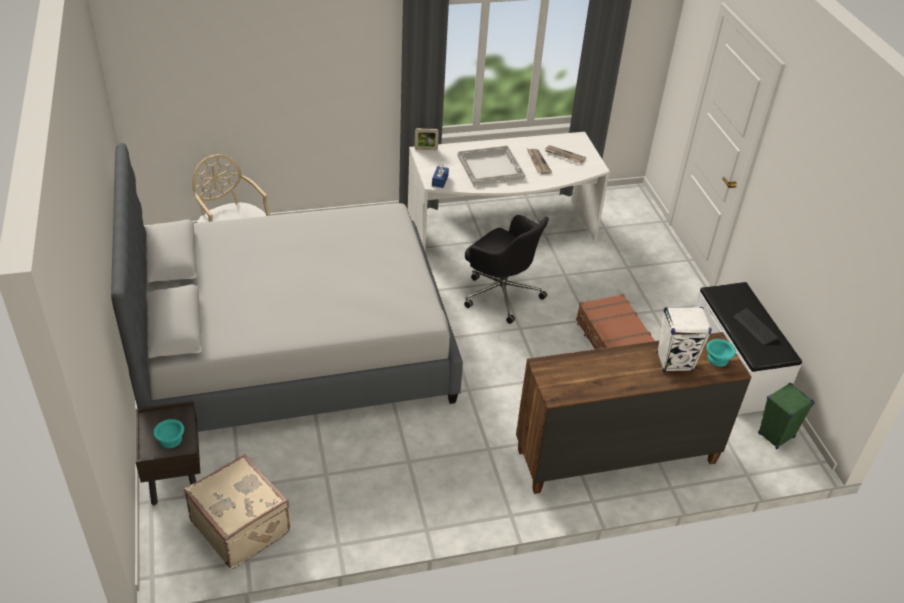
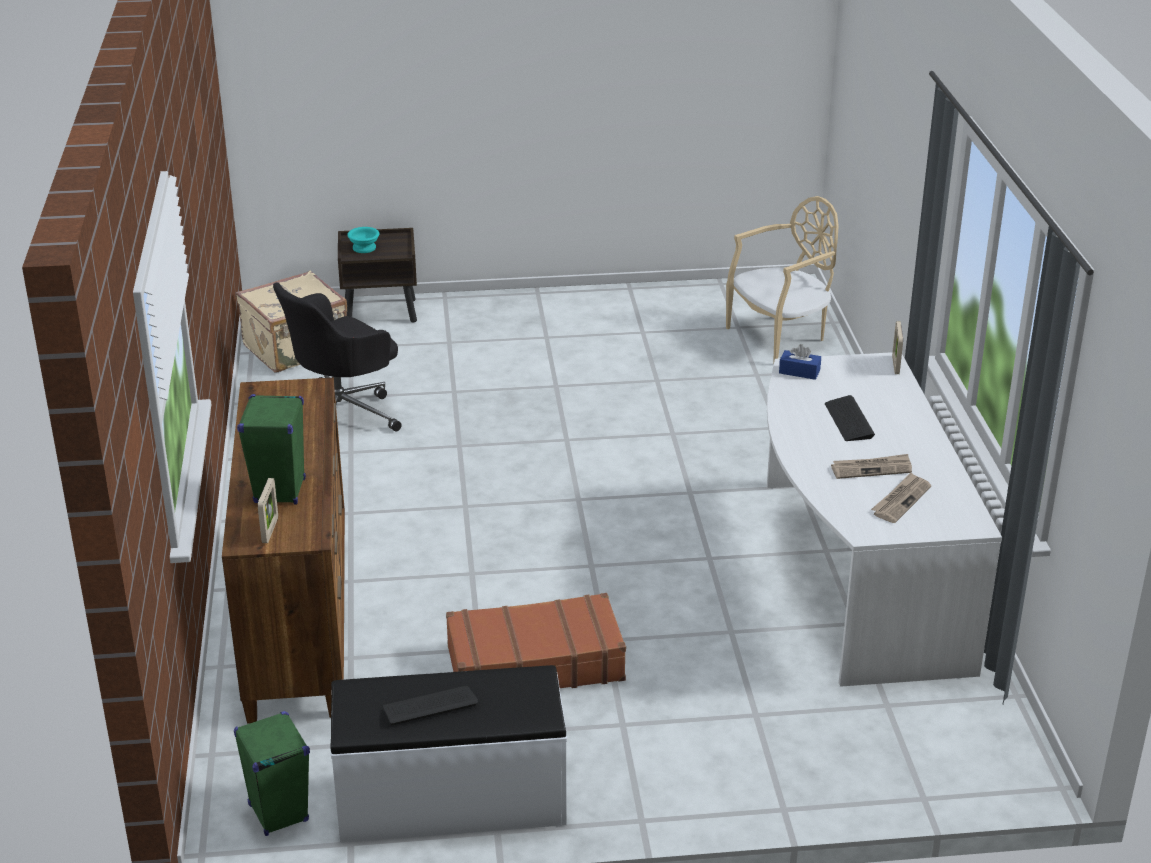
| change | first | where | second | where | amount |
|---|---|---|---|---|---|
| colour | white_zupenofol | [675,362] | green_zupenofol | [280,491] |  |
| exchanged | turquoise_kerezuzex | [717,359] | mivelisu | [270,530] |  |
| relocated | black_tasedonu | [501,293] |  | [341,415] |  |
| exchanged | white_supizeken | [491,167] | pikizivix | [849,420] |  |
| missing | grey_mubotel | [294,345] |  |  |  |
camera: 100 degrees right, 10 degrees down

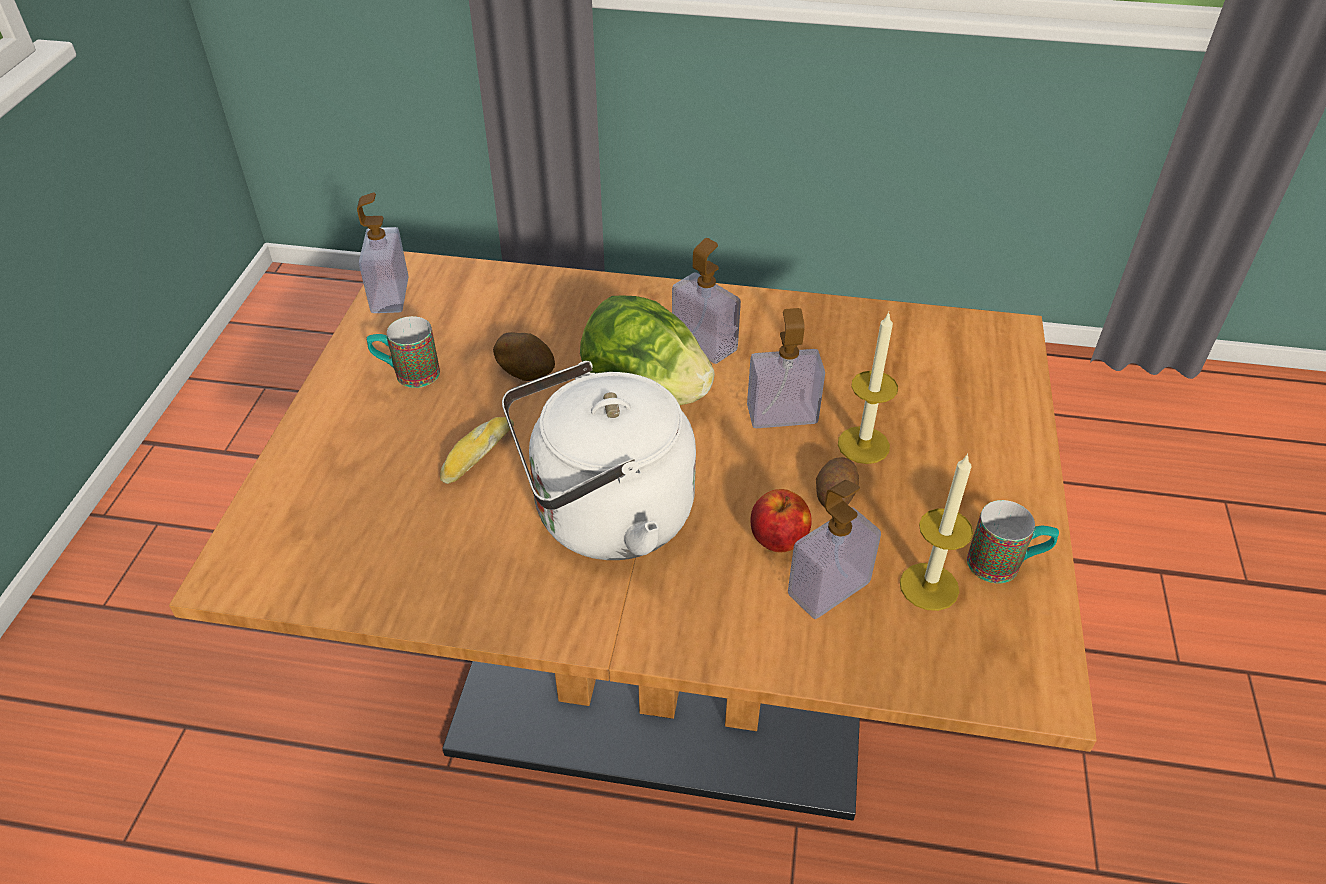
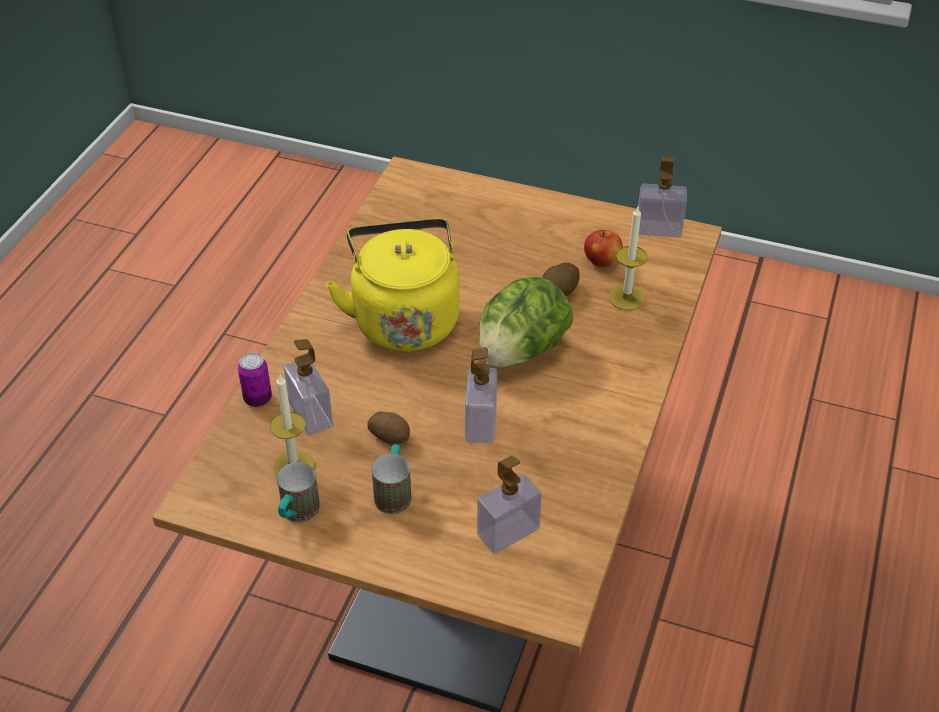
| change | first | where | second | where | amount |
|---|---|---|---|---|---|
| appeared |  |  | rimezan | [258,399] |  |
| colour | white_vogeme | [604,518] | yellow_vogeme | [404,318] |  |
| relocated | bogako | [407,374] |  | [394,492] |  |
| relocated | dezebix | [704,343] |  | [508,532] |  |
| relocated | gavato | [778,540] |  | [602,261] |  |
| relocated | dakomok | [863,445] |  | [626,298] |  |
| missing | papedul | [476,455] |  |  |  |
camera: 100 degrees right, 0 degrees up

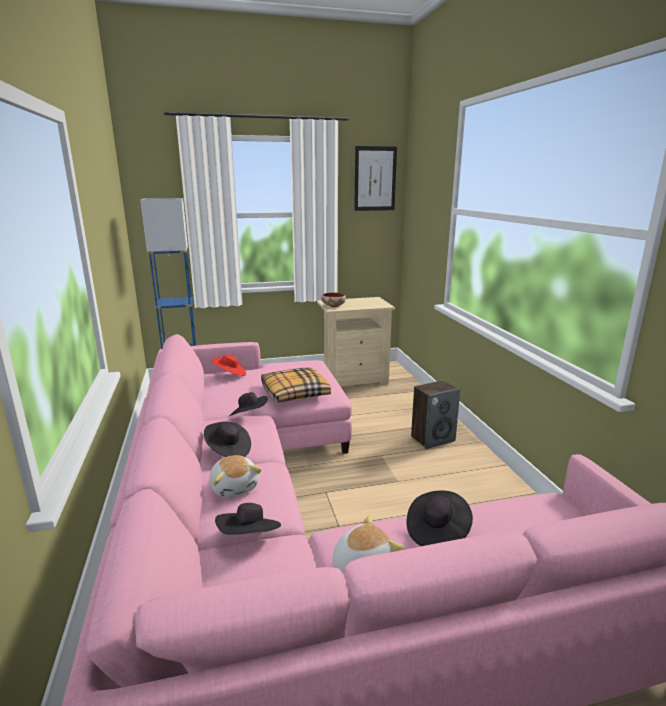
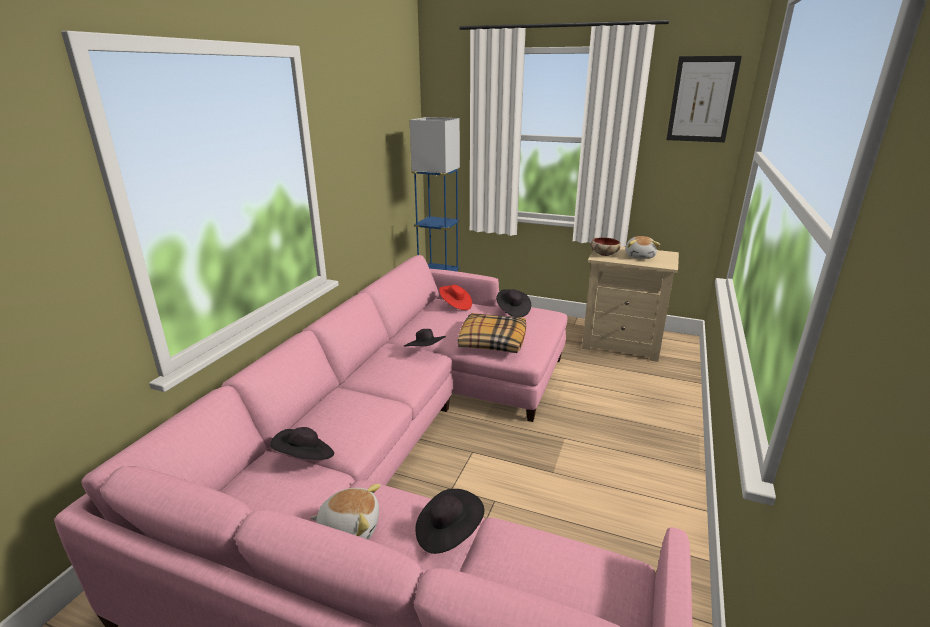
| change | first | where | second | where | amount |
|---|---|---|---|---|---|
| relocated | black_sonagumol | [228,450] |  | [512,310] |  |
| relocated | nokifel | [235,486] |  | [640,256] |  |
| missing | zupenofol | [433,439] |  |  |  |
camera: 35 degrees right, 5 degrees up

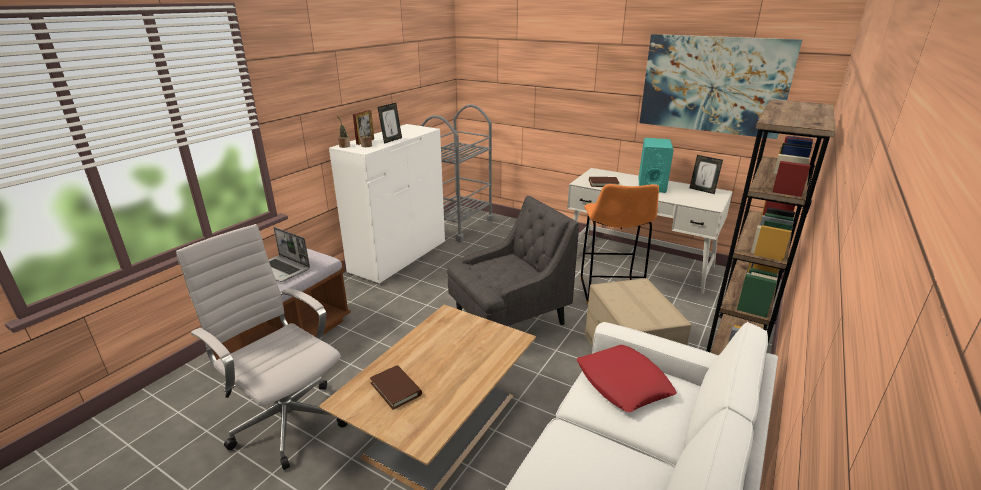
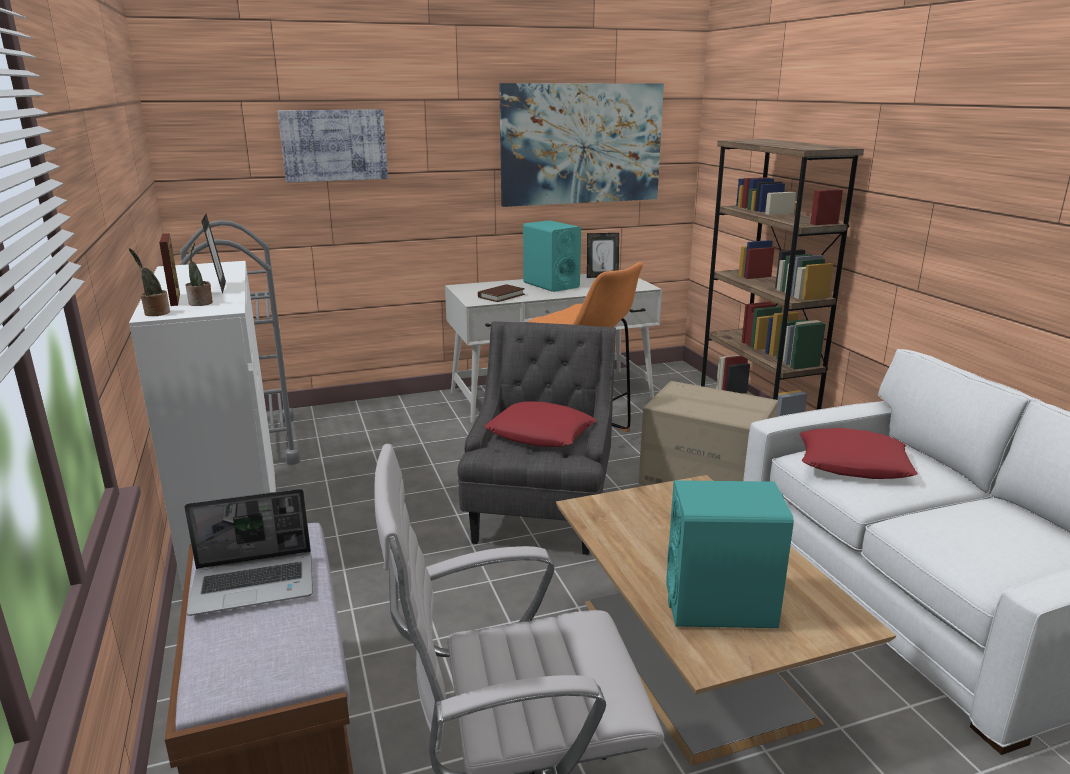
| change | first | where | second | where | amount |
|---|---|---|---|---|---|
| appeared |  |  | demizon | [334,145] |  |
| appeared |  |  | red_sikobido | [540,433] |  |
| exchanged | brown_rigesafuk | [396,389] | turquoise_zupenofol | [720,606] |  |
camera: 50 degrees left, 5 degrees down

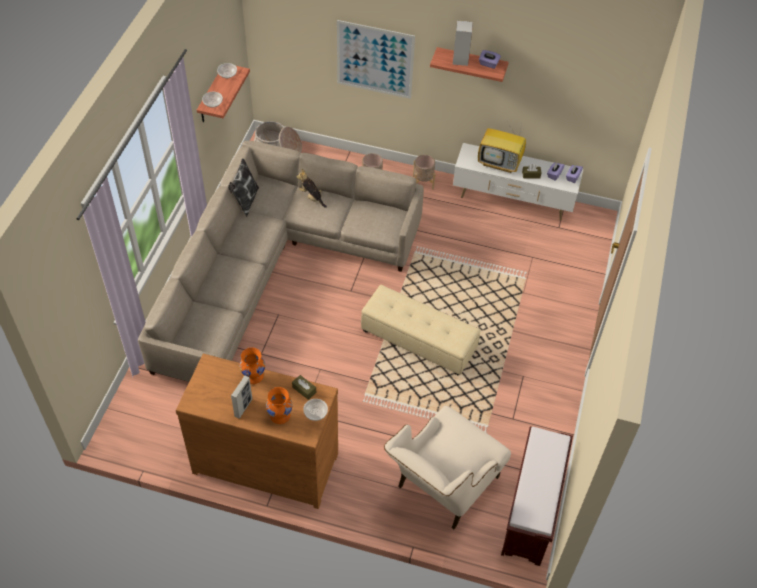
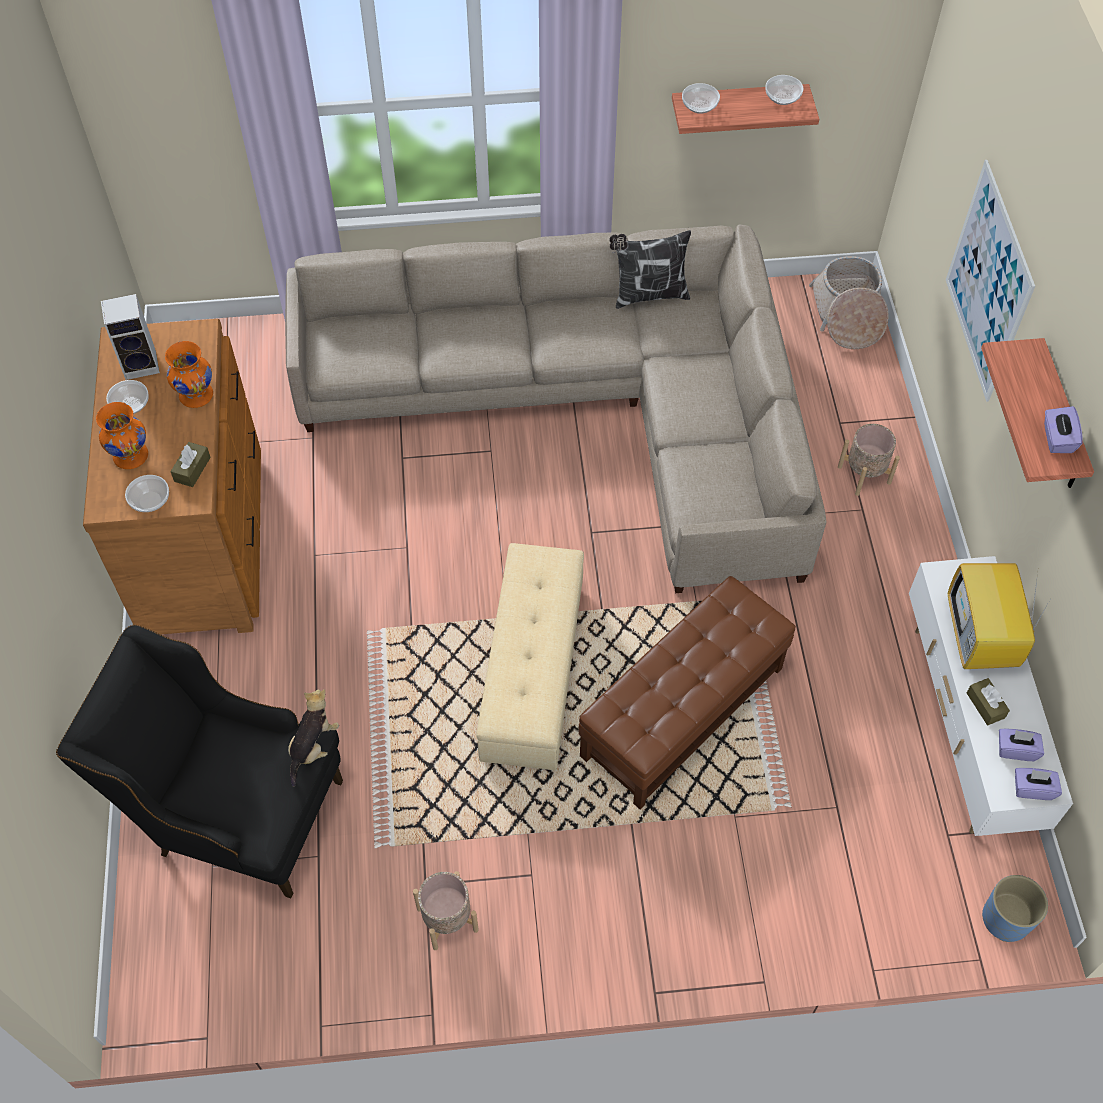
| change | first | where | second | where | amount |
|---|---|---|---|---|---|
| colour | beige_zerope | [442,489] | black_zerope | [234,811] |  |
| relocated | zupenofol | [460,59] |  | [142,364] |  |
| exchanged | mivelisu | [243,407] | kerezuzex | [131,404] |  |
| relocated | nokifel | [312,197] |  | [313,746] |  |
| relocated | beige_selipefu | [423,182] |  | [447,919] |  |
| appeared |  |  | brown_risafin | [683,712] |  |
| appeared |  |  | blue_selipefu | [1005,919] |  |
| missing | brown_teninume | [531,513] |  |  |  |
camera: 70 degrees right, 5 degrees up

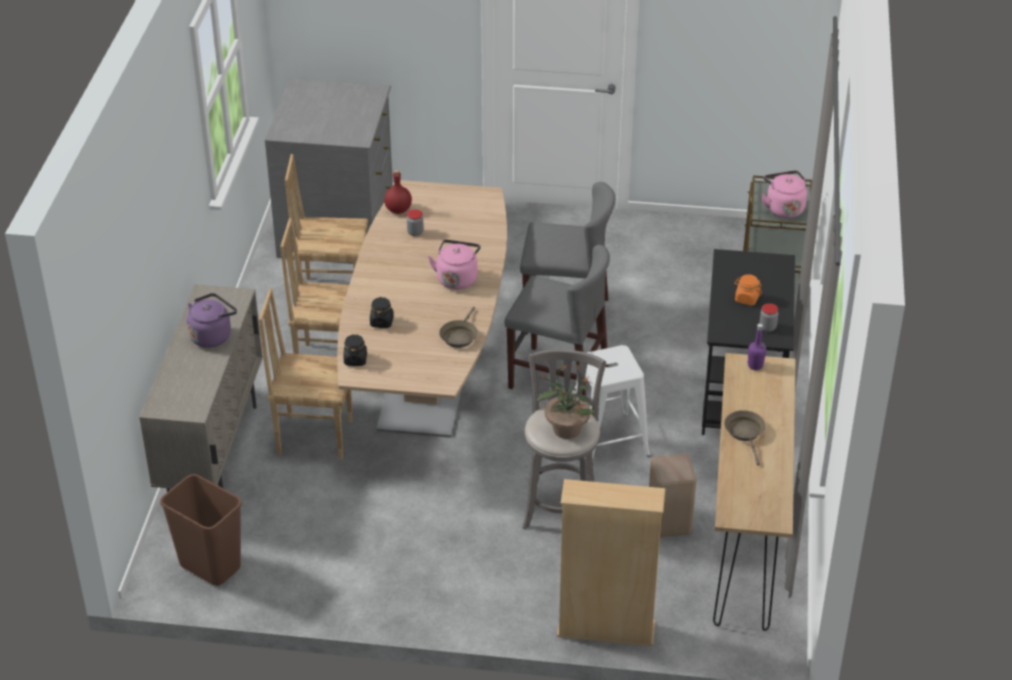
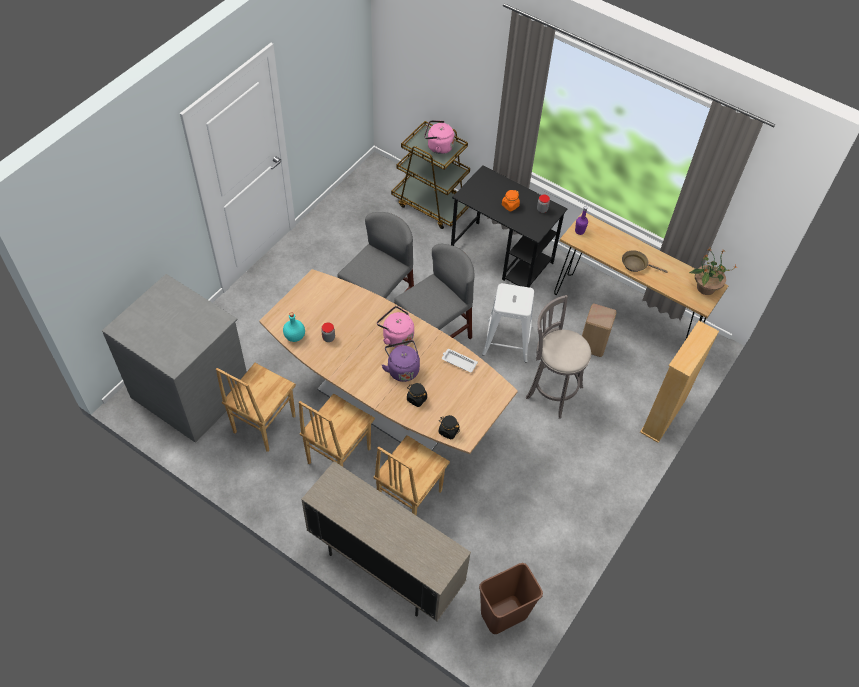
| change | first | where | second | where | amount |
|---|---|---|---|---|---|
| colour | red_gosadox | [398,209] | turquoise_gosadox | [294,336] |  |
| relocated | purple_vogeme | [212,335] |  | [402,369] |  |
| exchanged | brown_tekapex | [459,336] | white_supizeken | [458,361] |  |
| relocated | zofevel | [566,429] |  | [705,287] |  |
camera: 65 degrees left, 15 degrees up

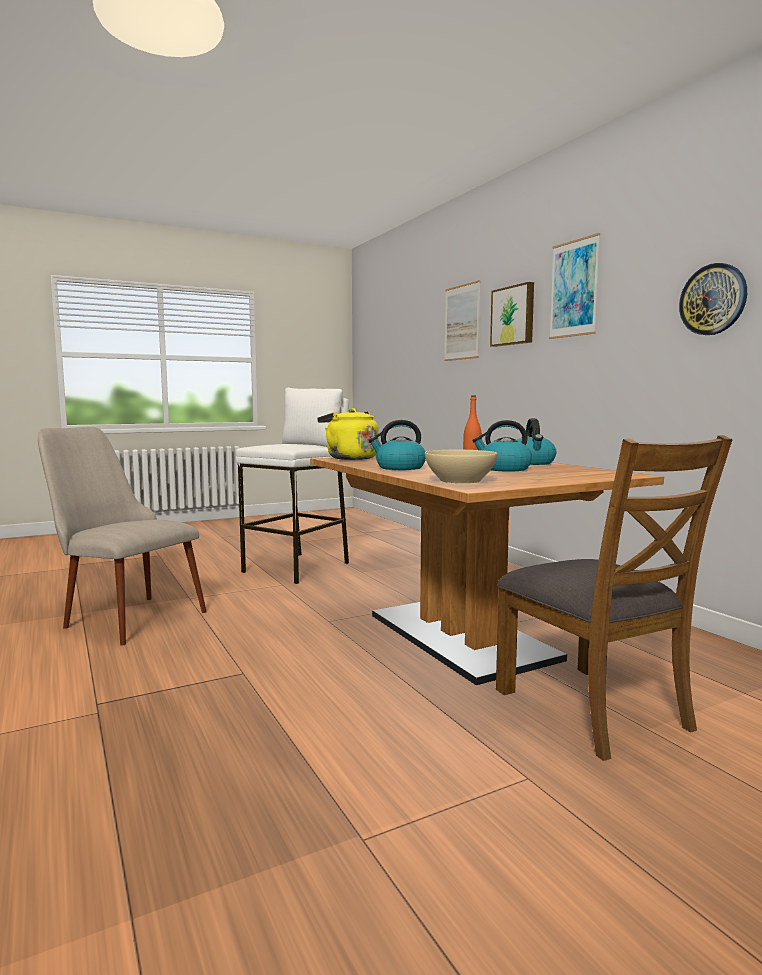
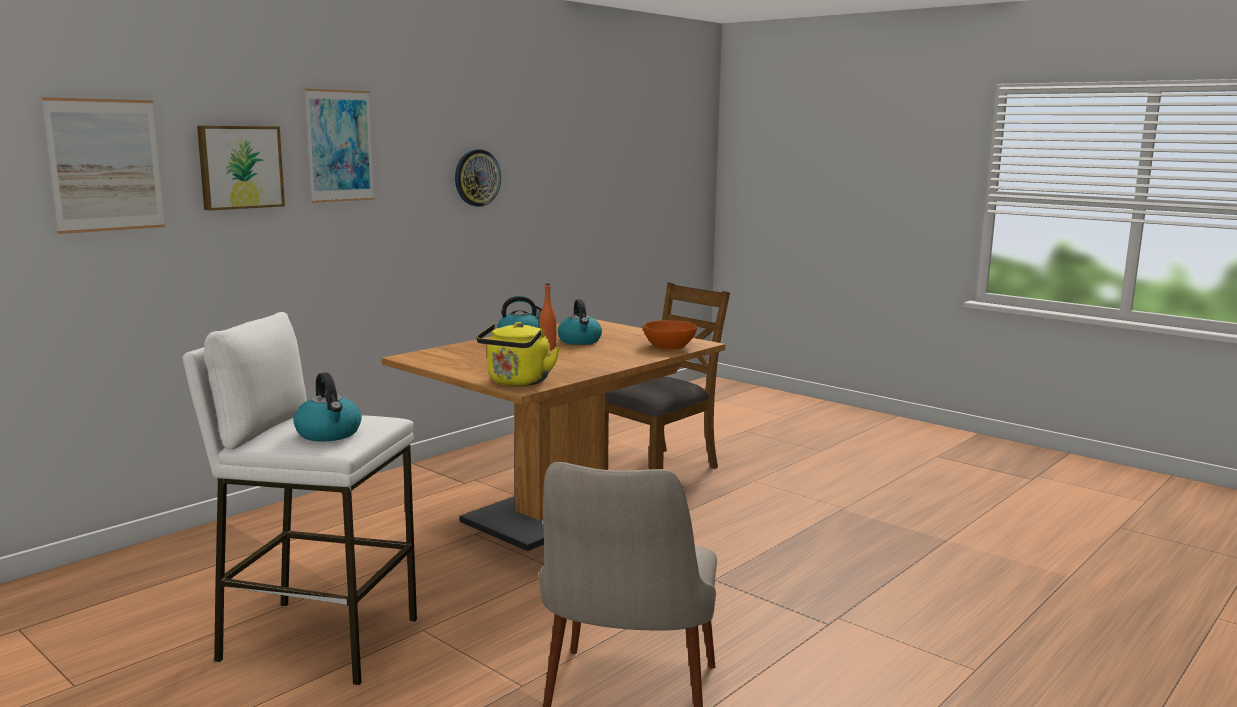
| change | first | where | second | where | amount |
|---|---|---|---|---|---|
| relocated | vogeme | [399,468] |  | [329,434] |  |
| colour | beige_kerezuzex | [459,480] | orange_kerezuzex | [669,346] |  |
camera: 110 degrees left, 5 degrees up

